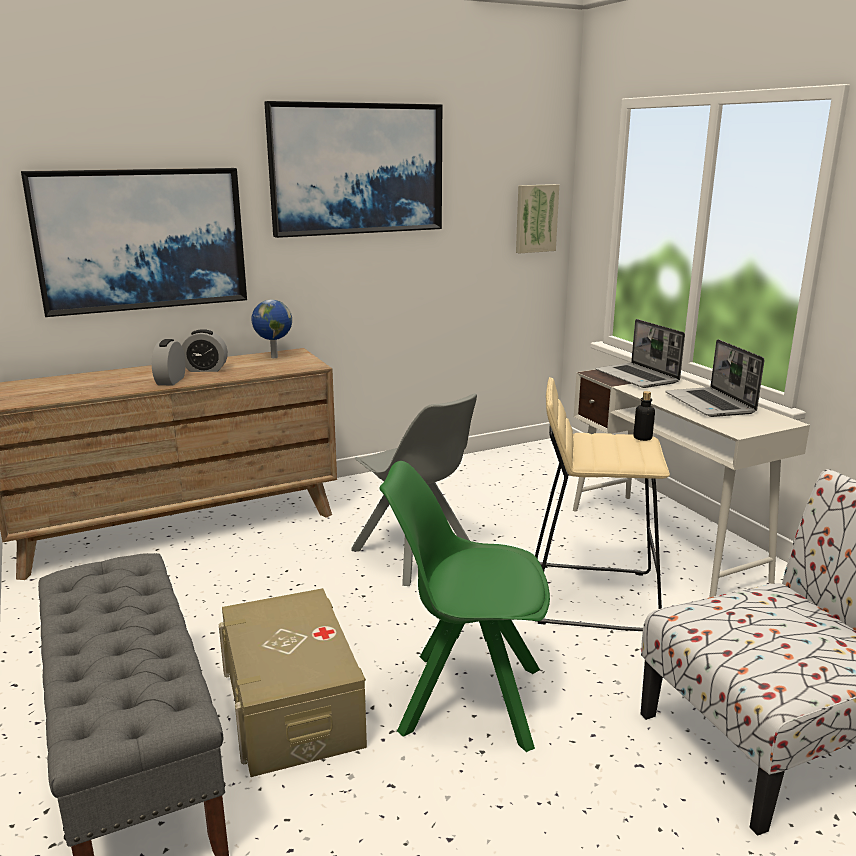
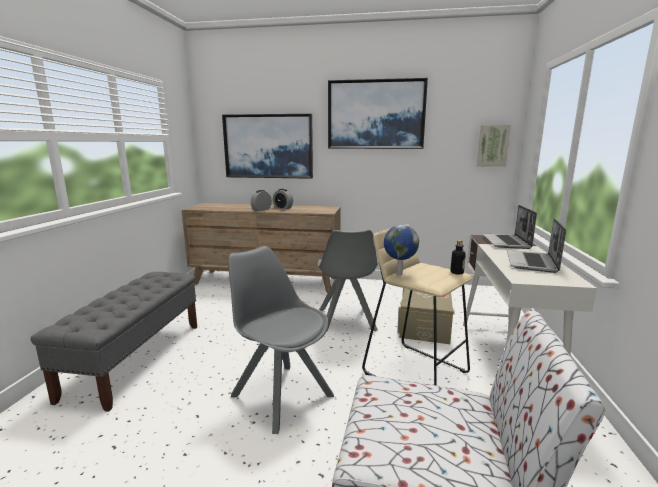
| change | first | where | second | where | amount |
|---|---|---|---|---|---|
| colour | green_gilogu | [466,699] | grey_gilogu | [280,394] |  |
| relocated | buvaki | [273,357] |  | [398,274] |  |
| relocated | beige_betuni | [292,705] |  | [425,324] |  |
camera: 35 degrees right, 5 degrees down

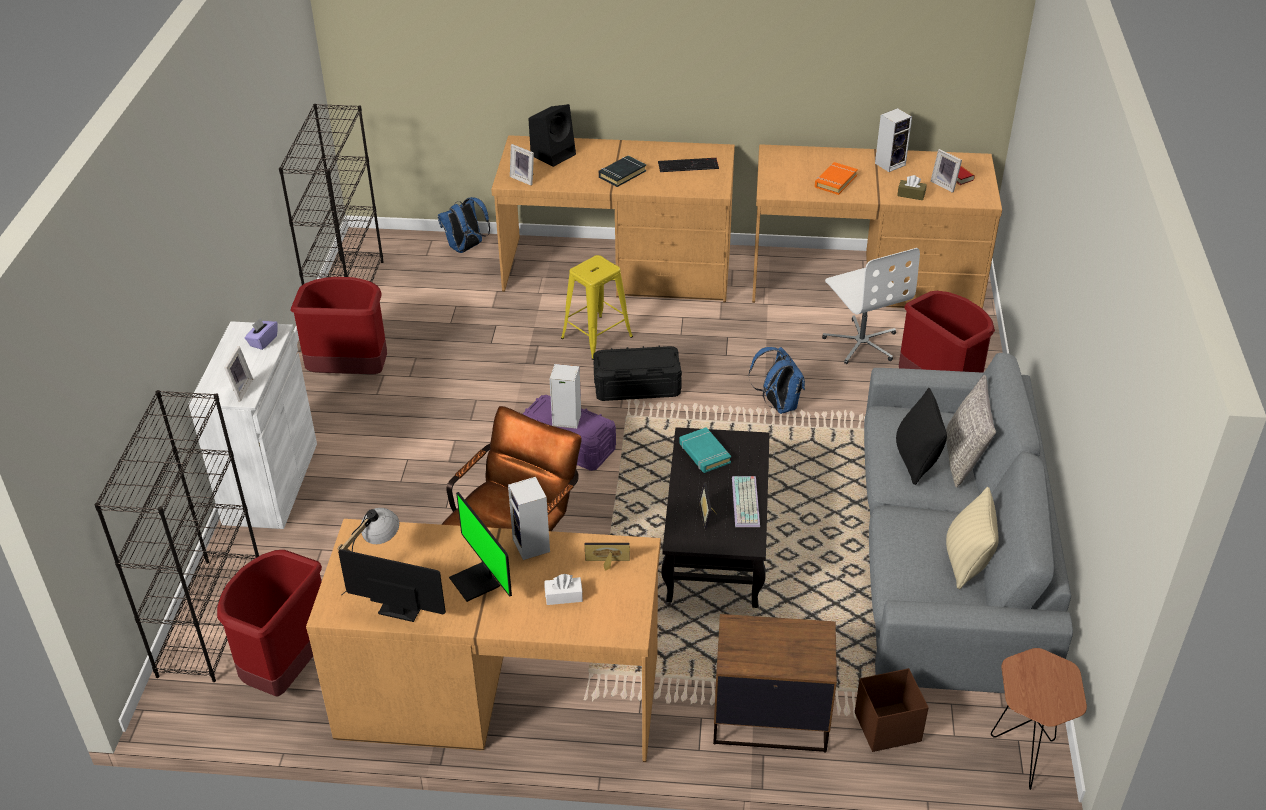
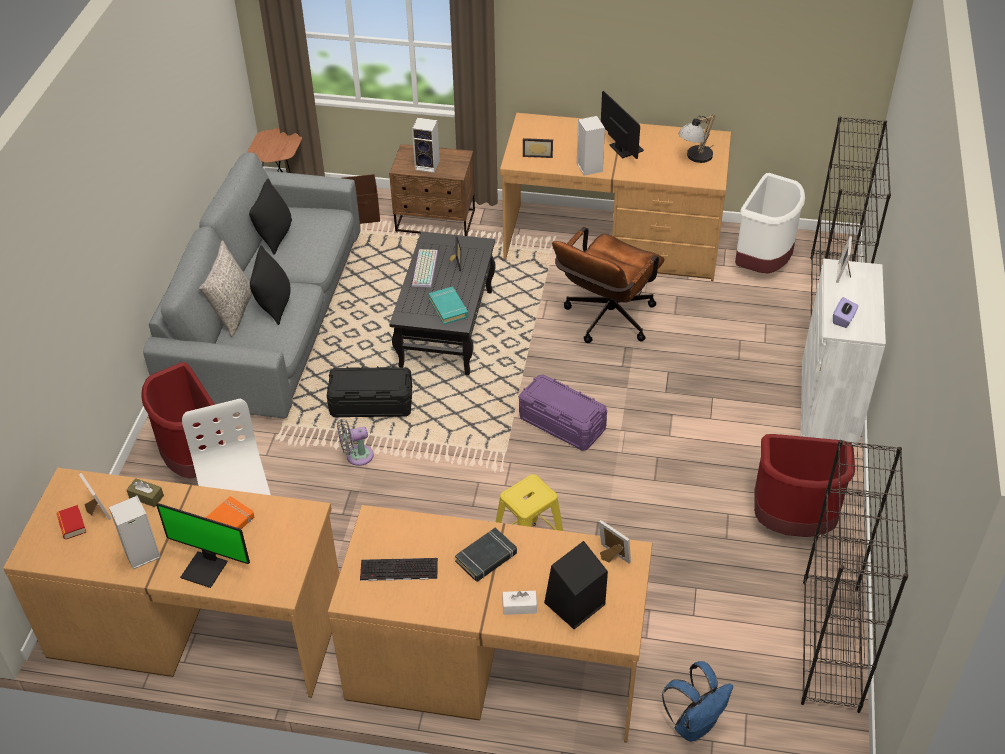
| change | first | where | second | where | amount |
|---|---|---|---|---|---|
| relocated | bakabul | [402,606] |  | [206,568] |  |
| colour | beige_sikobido | [966,562] | black_sikobido | [275,236] |  |
| relocated | black_betuni | [637,387] |  | [371,404] |  |
| exchanged | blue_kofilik | [778,405] | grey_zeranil | [356,456] |  |
| relocated | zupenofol | [565,420] |  | [428,165] |  |
| relocated | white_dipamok | [563,596] |  | [519,606] |  |
| colour | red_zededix | [286,668] | white_zededix | [763,263] |  |
camera: 175 degrees left, 5 degrees up

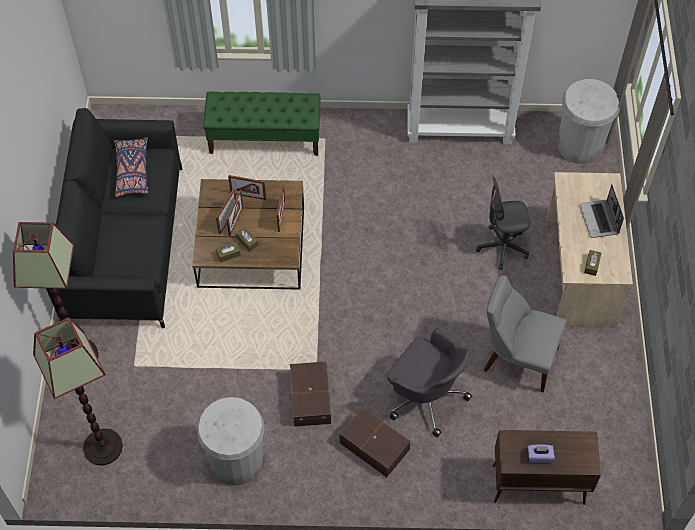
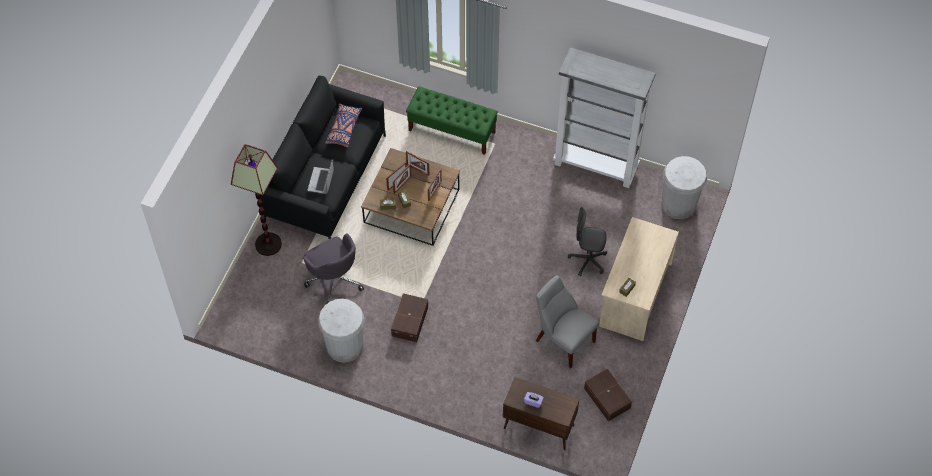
| change | first | where | second | where | amount |
|---|---|---|---|---|---|
| relocated | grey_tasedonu | [425,396] |  | [334,279] |  |
| relocated | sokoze | [599,220] |  | [321,181] |  |
| relocated | brown_betuni | [374,447] |  | [606,399] |  |
| missing | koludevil | [102,447] |  |  |  |
camera: 20 degrees right, 0 degrees up

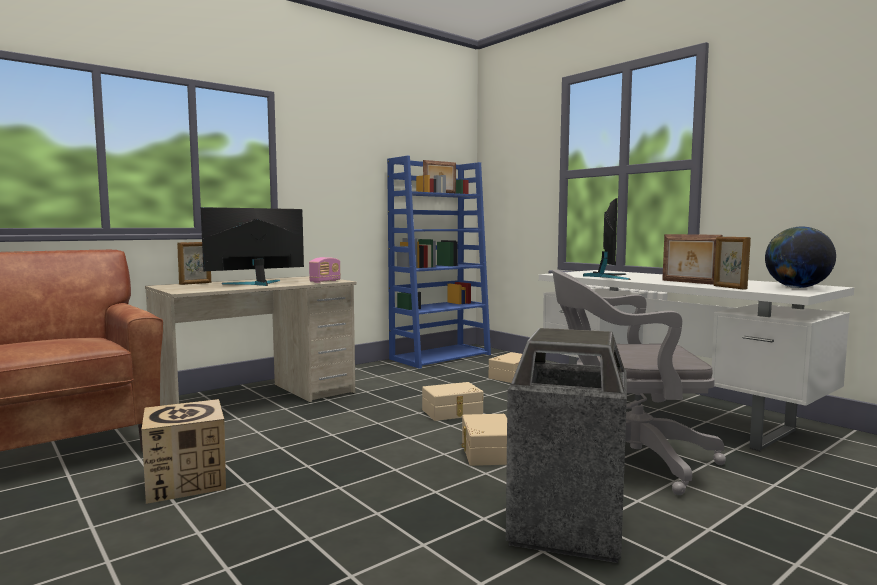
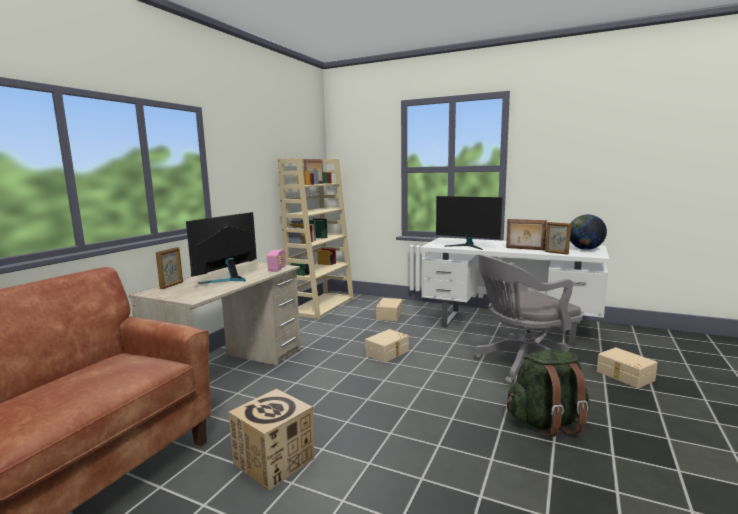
| change | first | where | second | where | amount |
|---|---|---|---|---|---|
| colour | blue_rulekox | [441,356] | beige_rulekox | [321,306] |  |
| spun | bakabul | [608,276] |  | [467,246] | 135 degrees clockwise |
| exchanged | zededix | [565,528] | green_kofilik | [547,423] |  |
| relocated | beige_betuni | [486,452] |  | [624,376] |  |
camera: 25 degrees left, 5 degrees up

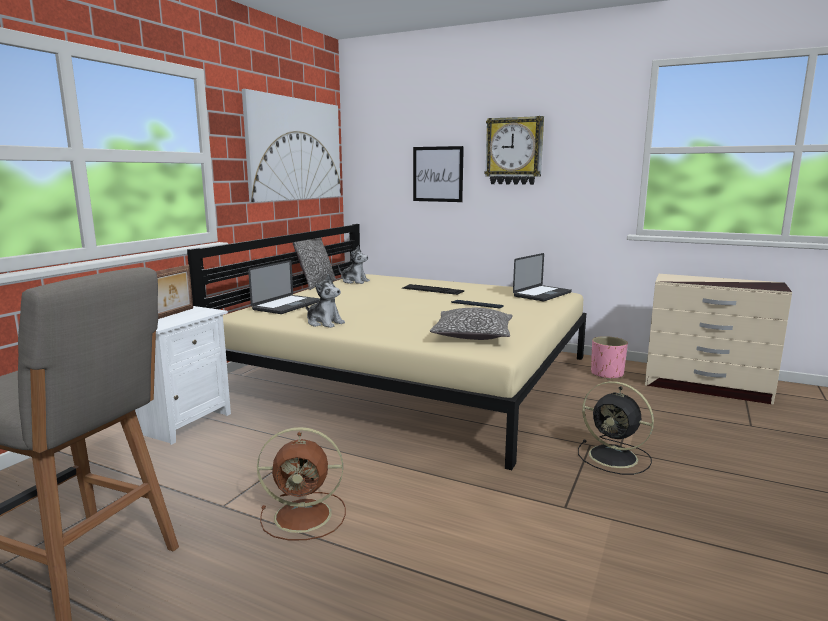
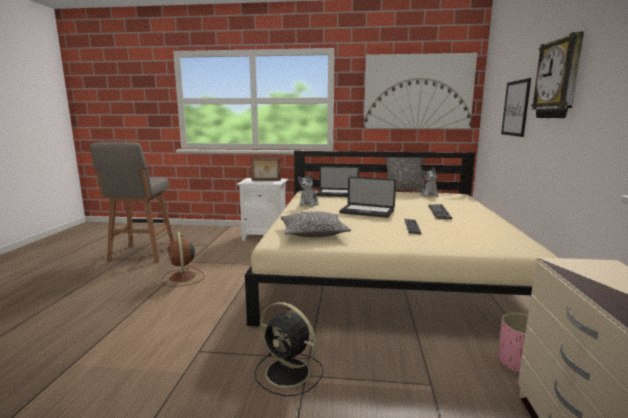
| change | first | where | second | where | amount |
|---|---|---|---|---|---|
| spun | black_zeranil | [615,457] |  | [289,373] | 75 degrees counterclockwise |
| relocated | sokoze | [542,294] |  | [367,212] |  |
camera: 70 degrees right, 0 degrees up

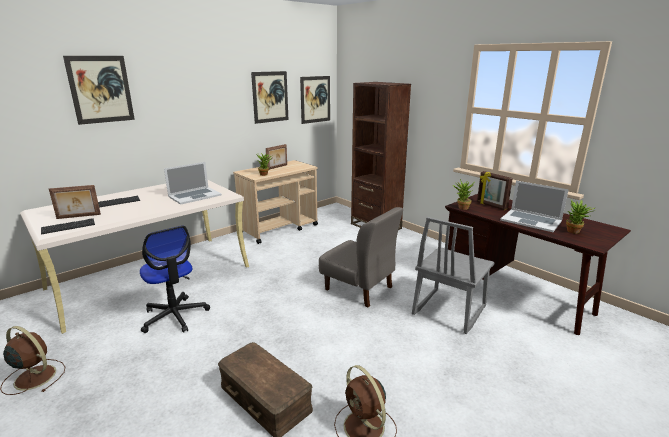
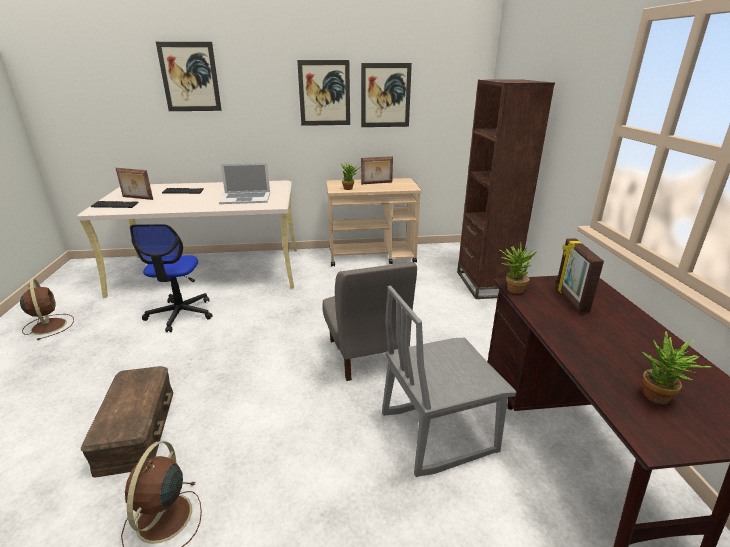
| change | first | where | second | where | amount |
|---|---|---|---|---|---|
| relocated | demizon | [315,99] |  | [324,93] |  |
| missing | sokoze | [531,220] |  |  |  |
camera: 35 degrees right, 5 degrees up

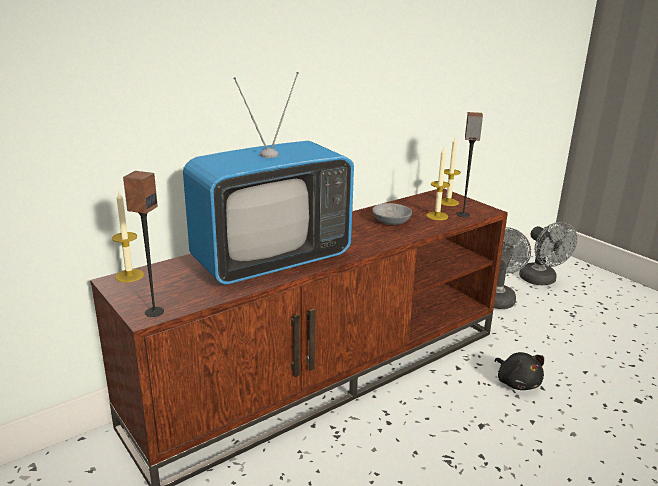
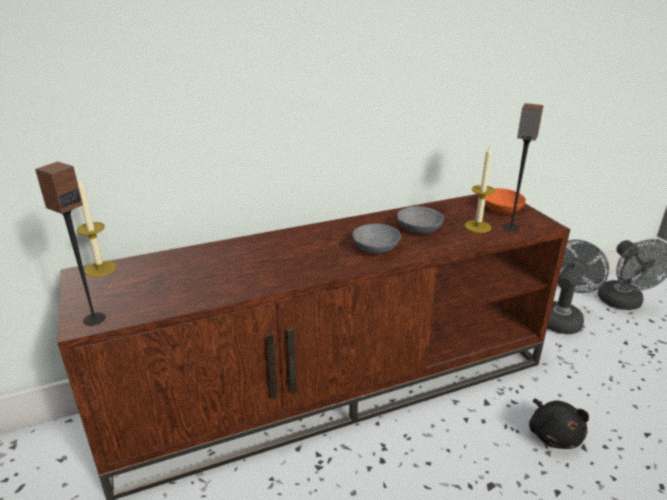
| change | first | where | second | where | amount |
|---|---|---|---|---|---|
| appeared |  |  | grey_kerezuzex | [376,249] |  |
| exchanged | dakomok | [448,202] | orange_kerezuzex | [500,209] |  |
| missing | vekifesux | [271,261] |  |  |  |
camera: 15 degrees right, 5 degrees up

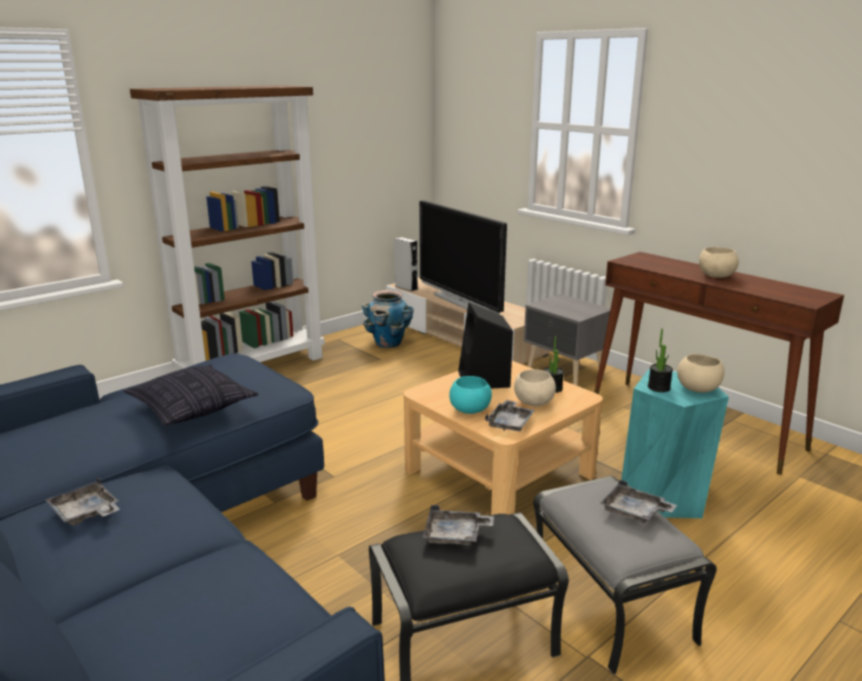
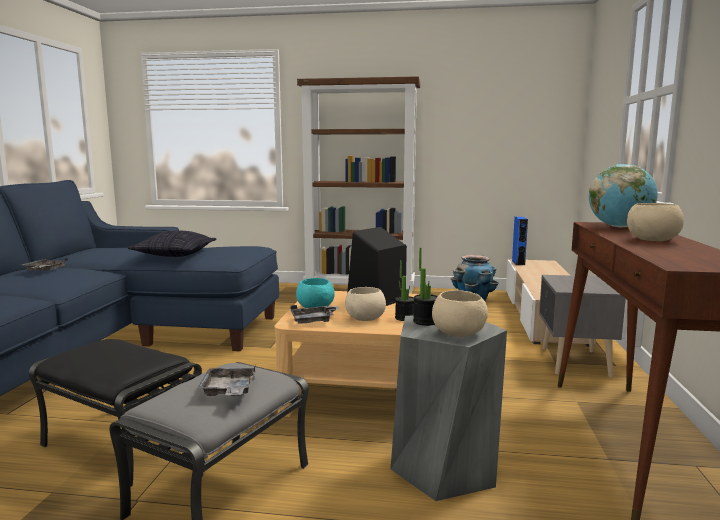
| change | first | where | second | where | amount |
|---|---|---|---|---|---|
| colour | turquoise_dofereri | [665,496] | grey_dofereri | [444,468] |  |
| colour | grey_zupenofol | [406,288] | blue_zupenofol | [518,263] |  |
| appeared |  |  | buvaki | [619,227] |  |
| missing | vekifesux | [461,301] |  |  |  |
| missing | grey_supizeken | [455,535] |  |  |  |
camera: 50 degrees right, 10 degrees down

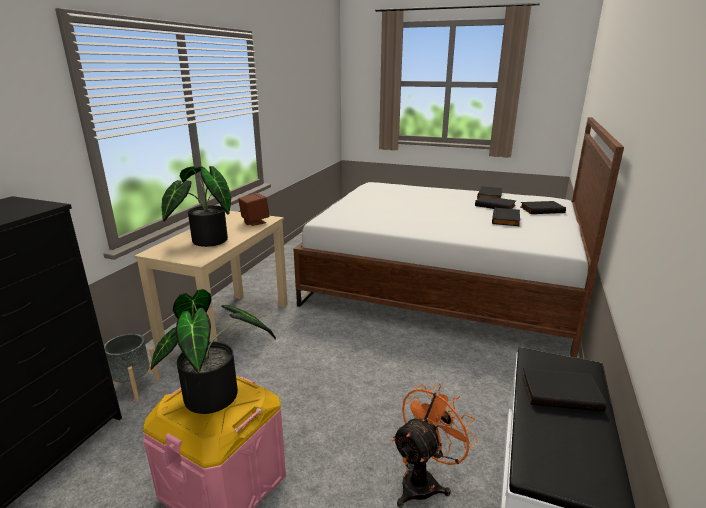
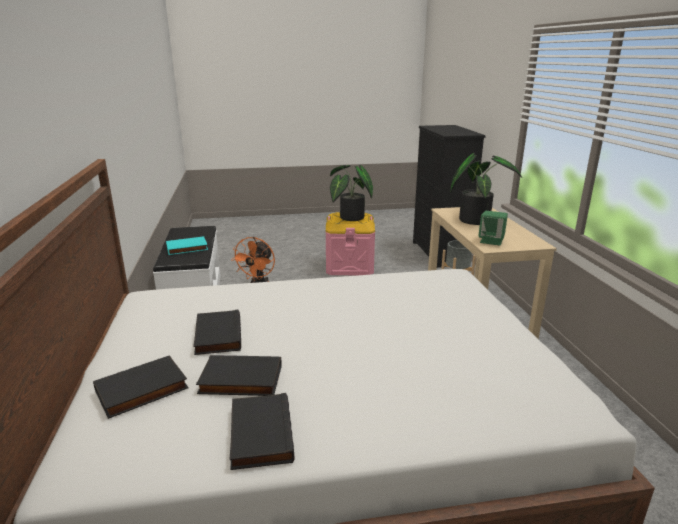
| change | first | where | second | where | amount |
|---|---|---|---|---|---|
| colour | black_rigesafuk | [560,392] | turquoise_rigesafuk | [187,248] |  |
| colour | brown_zupenofol | [254,222] | green_zupenofol | [491,241] |  |
camera: 150 degrees right, 0 degrees up

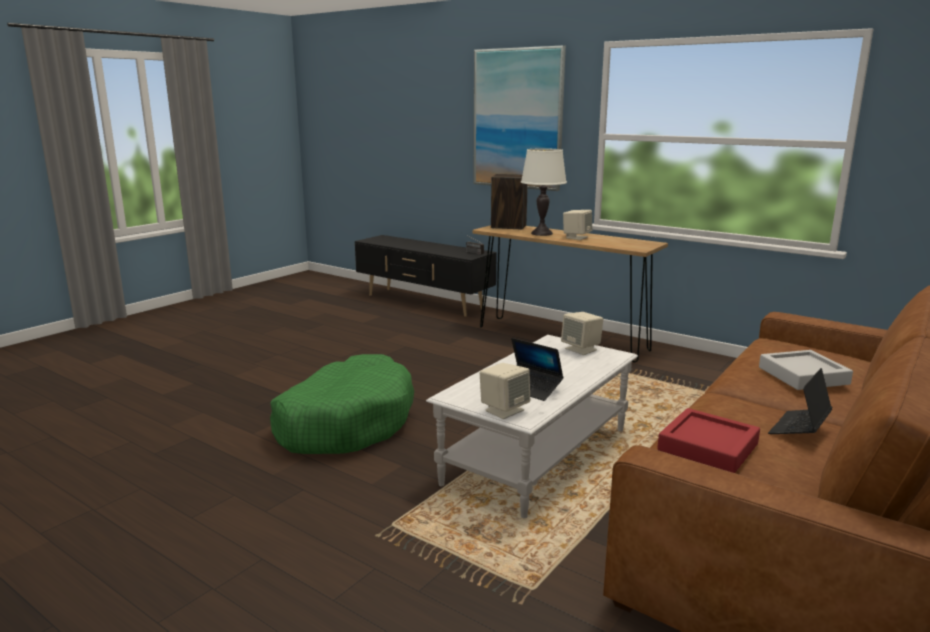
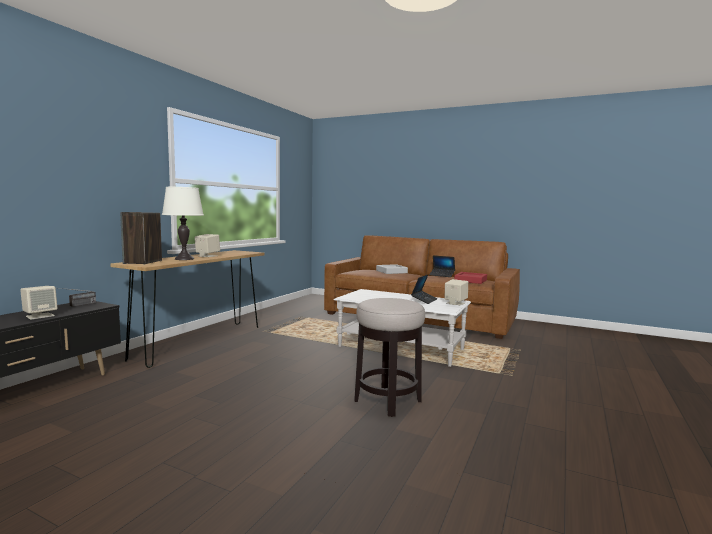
| change | first | where | second | where | amount |
|---|---|---|---|---|---|
| relocated | beige_zupenofol | [581,349] |  | [40,316] |  |
| exchanged | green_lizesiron | [345,422] | dofereri | [387,401] |  |
| missing | demizon | [517,119] |  |  |  |
camera: 100 degrees left, 10 degrees down

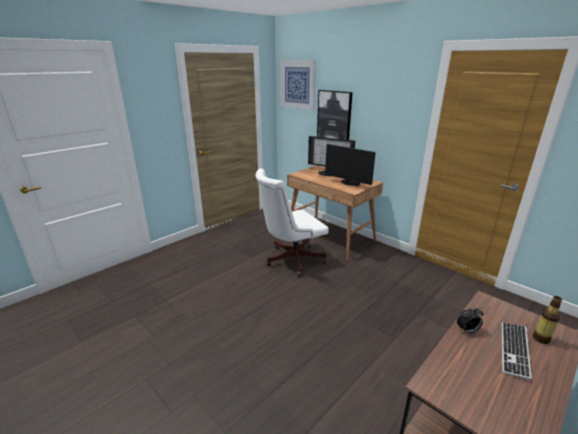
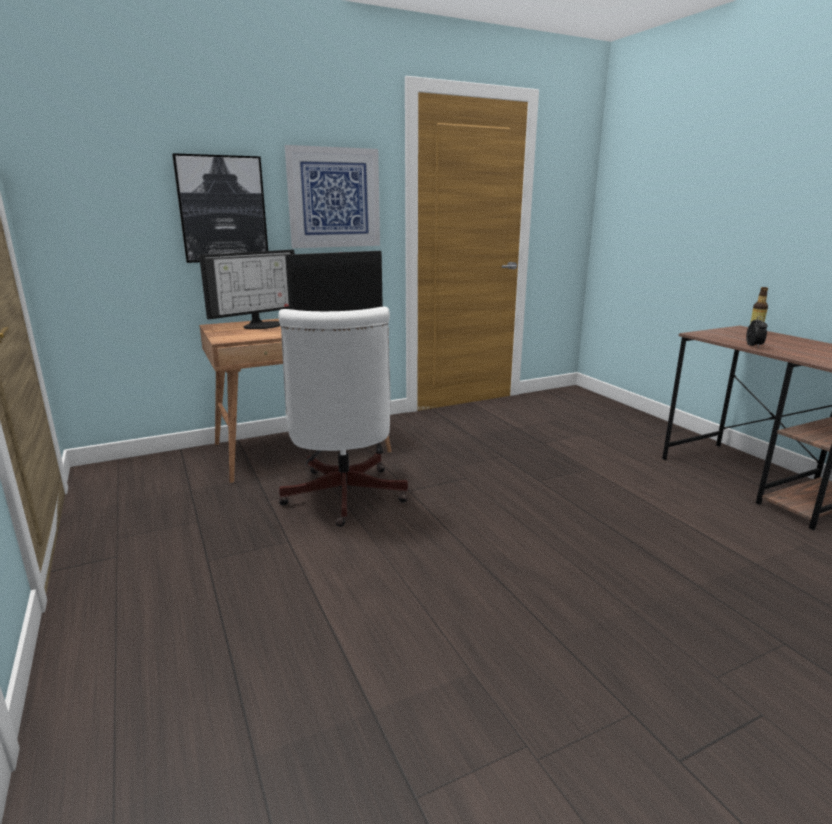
| change | first | where | second | where | amount |
|---|---|---|---|---|---|
| relocated | demizon | [297,84] |  | [334,198] |  |
| missing | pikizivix | [514,350] |  |  |  |
camera: 70 degrees left, 5 degrees down

